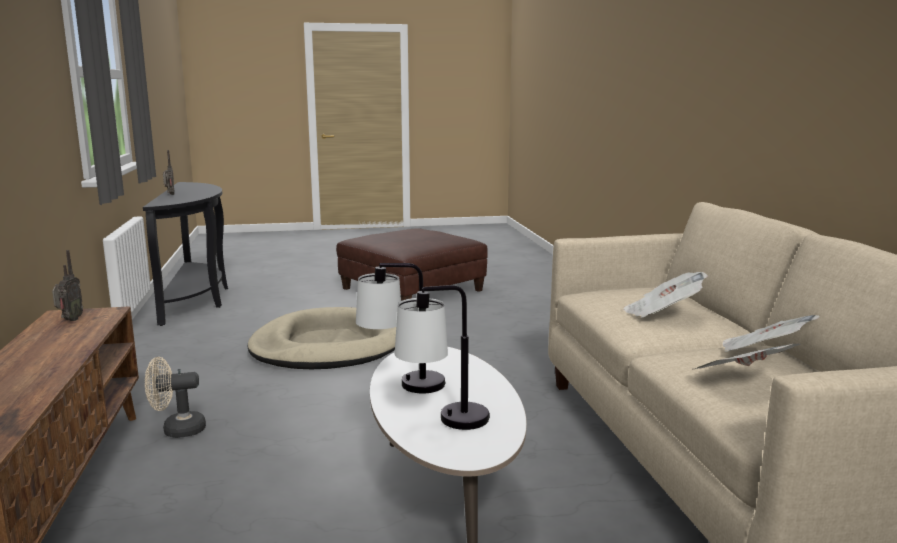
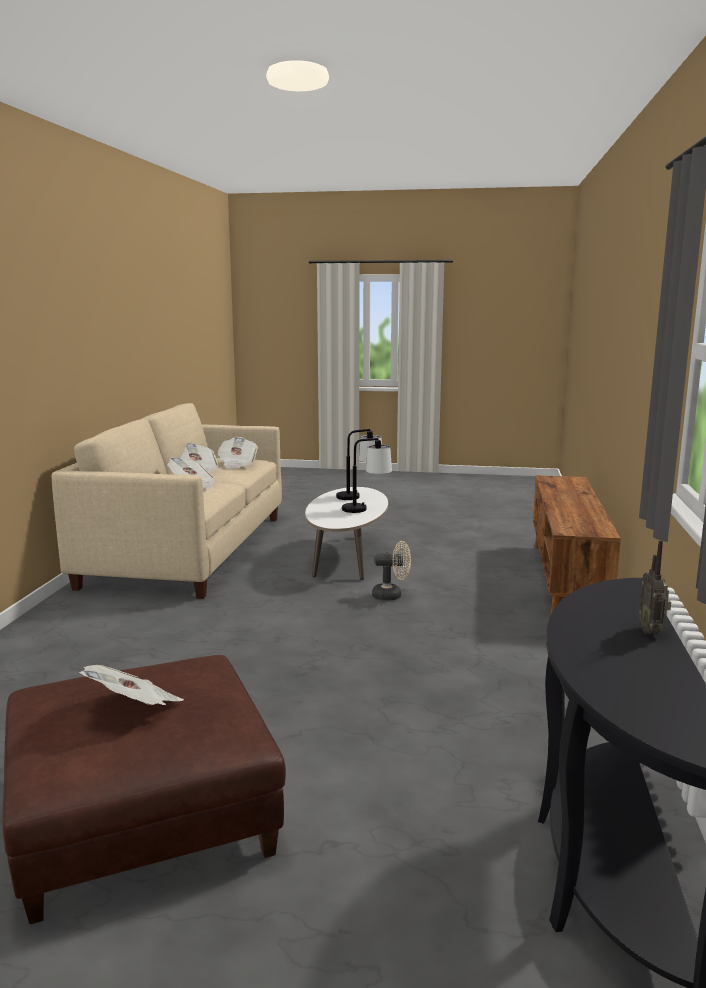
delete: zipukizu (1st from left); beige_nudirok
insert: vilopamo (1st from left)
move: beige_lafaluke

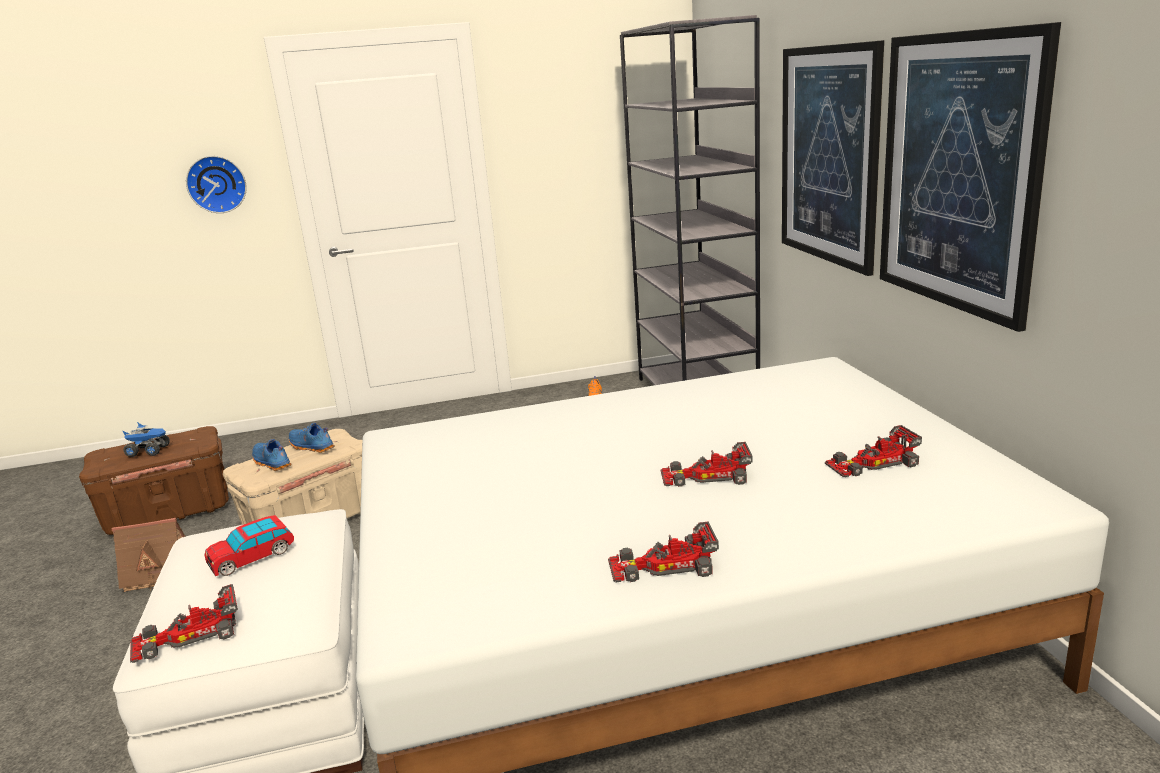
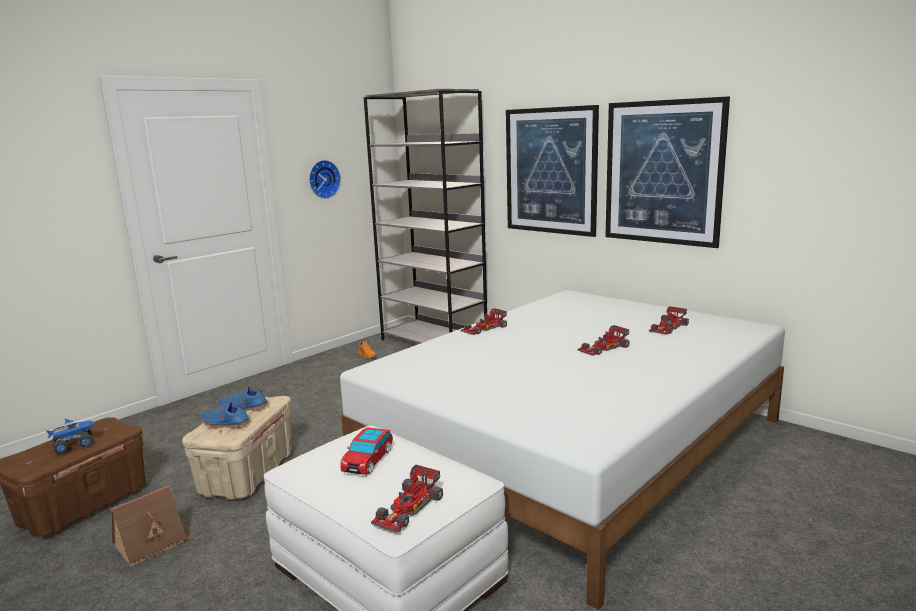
move: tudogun; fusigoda (3rd from left)

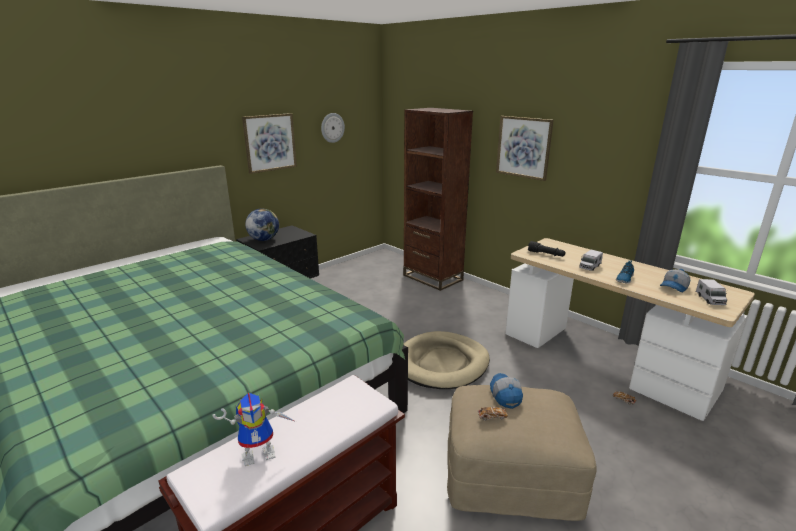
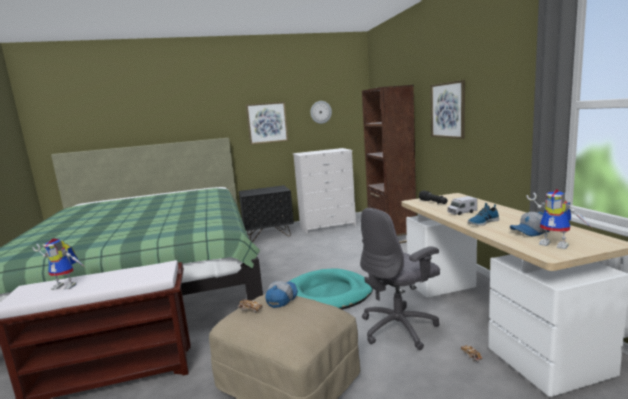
delete: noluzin
insert: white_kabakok; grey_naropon
replace: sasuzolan (2nd from left) to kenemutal (2nd from left)
recolor: beige_nudirok to turquoise_nudirok

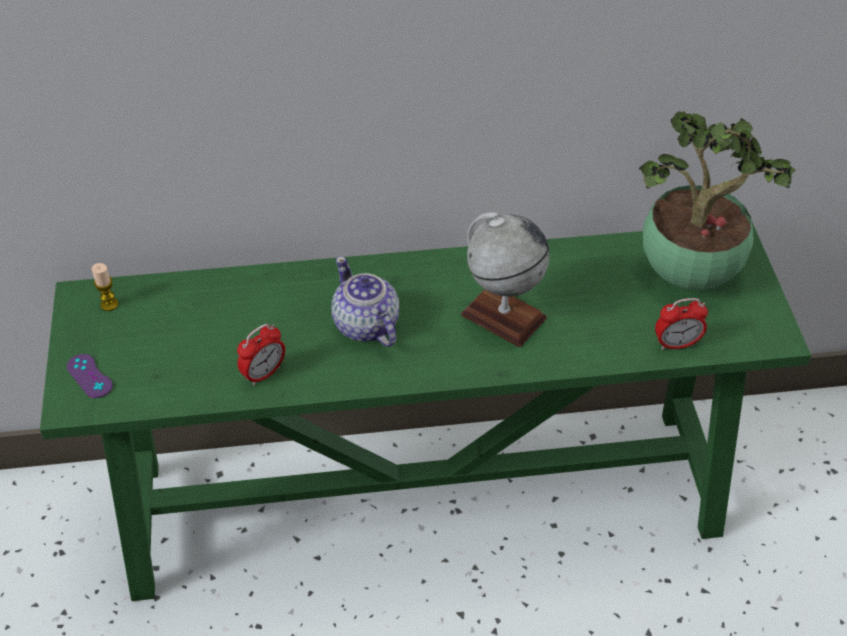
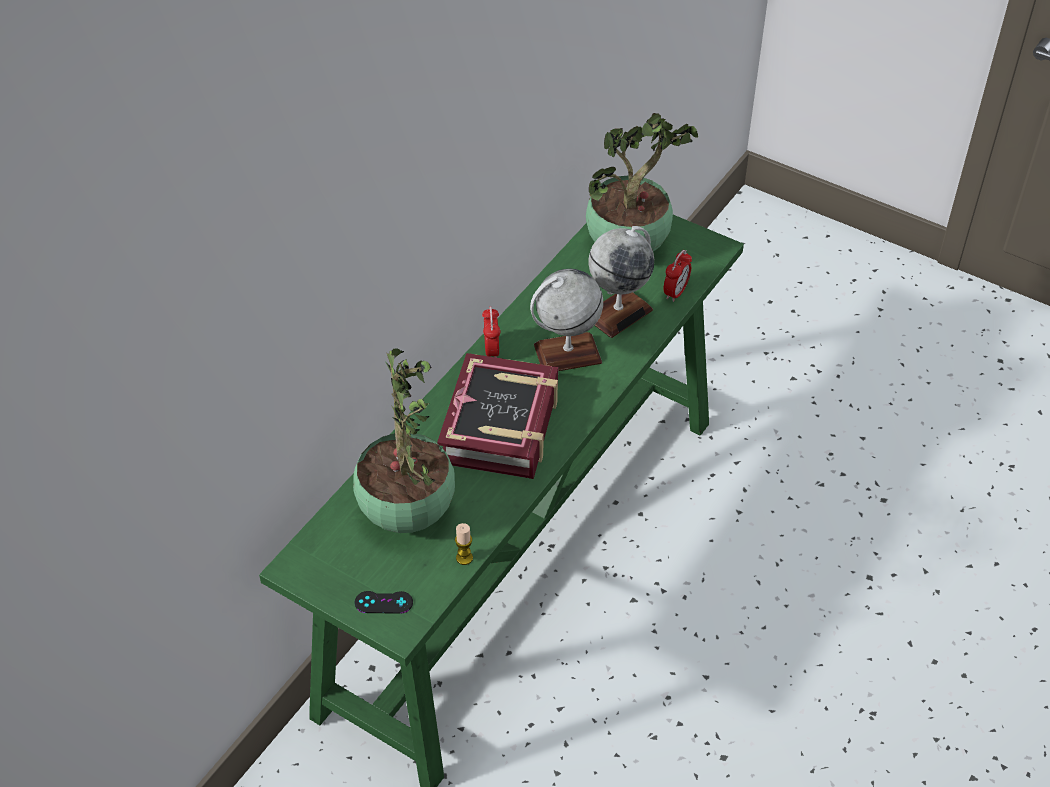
insert: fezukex (1st from left); noluzin (2nd from left)
move: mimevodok; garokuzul (1st from left)
replace: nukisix to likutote
recolor: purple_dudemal to black_dudemal

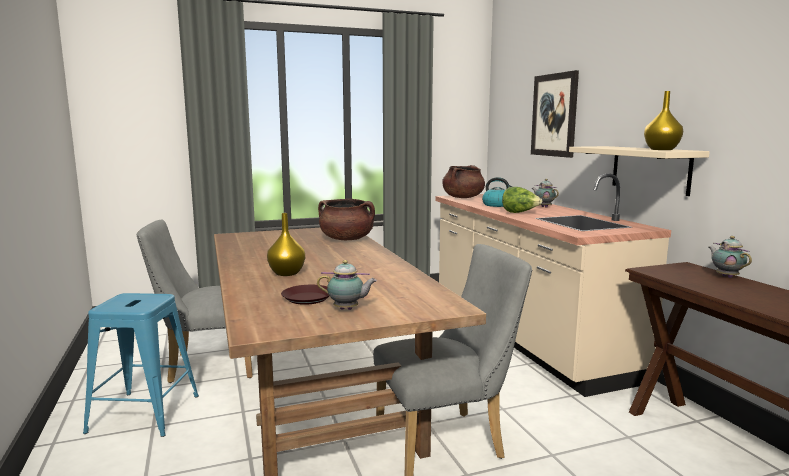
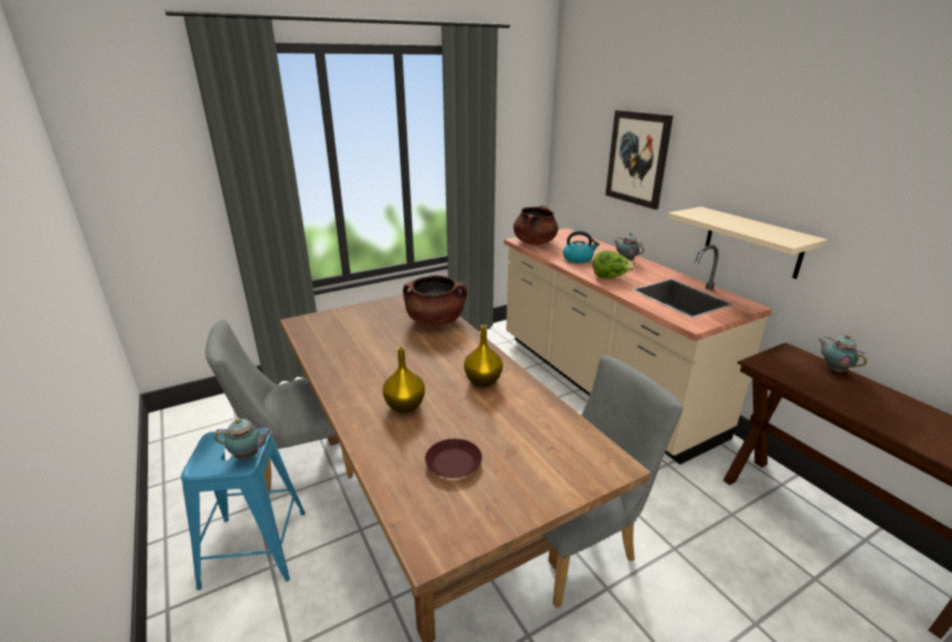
move: nukisix (1st from left); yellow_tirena (2nd from left)

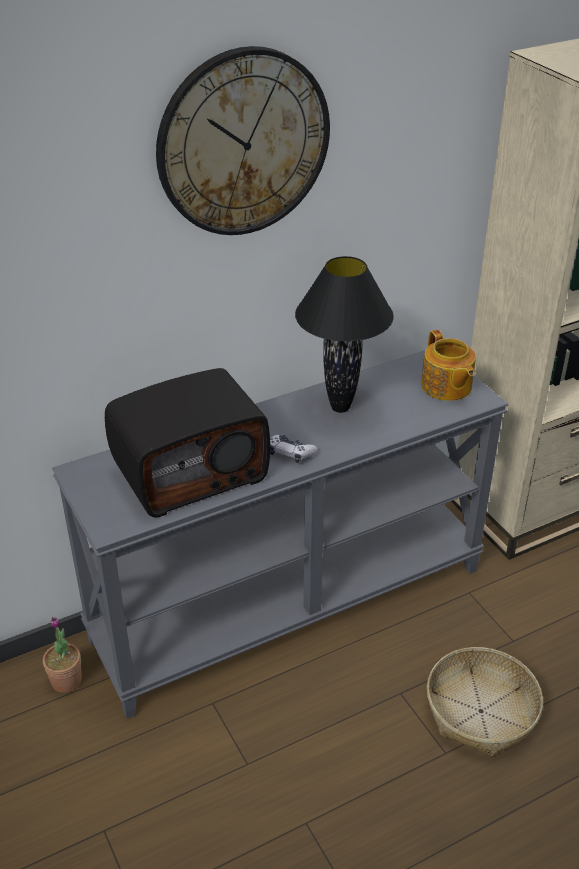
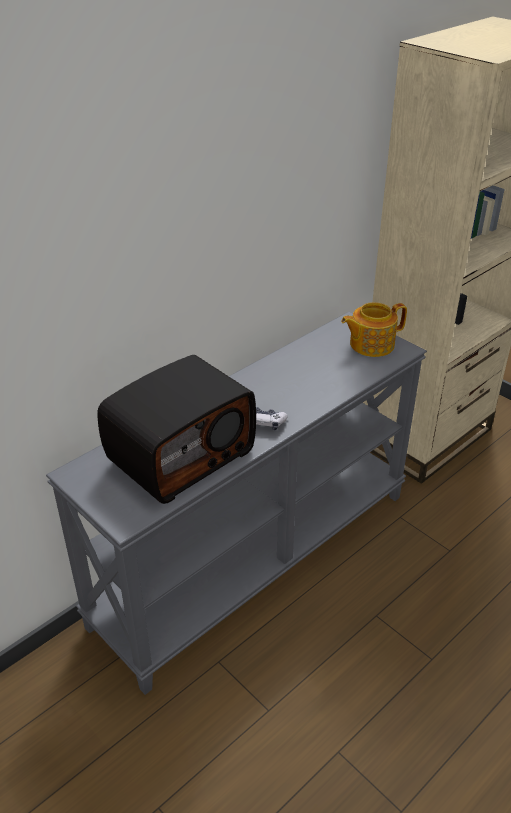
delete: fezukex; tudogun; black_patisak; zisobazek
rotate: nukisix 105 degrees clockwise

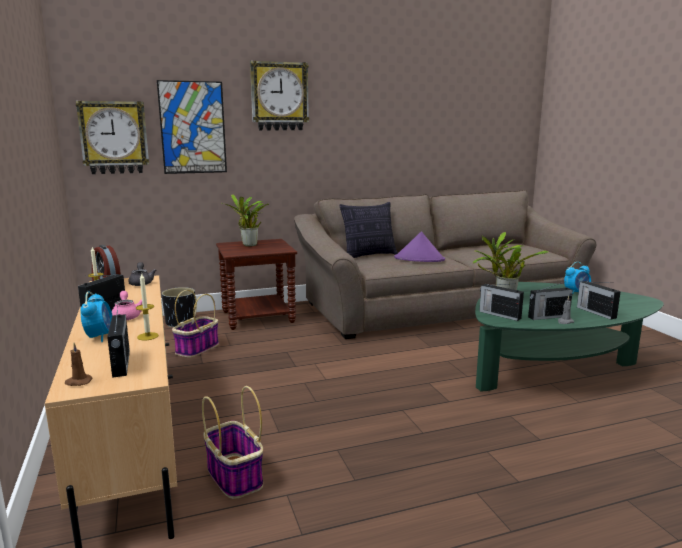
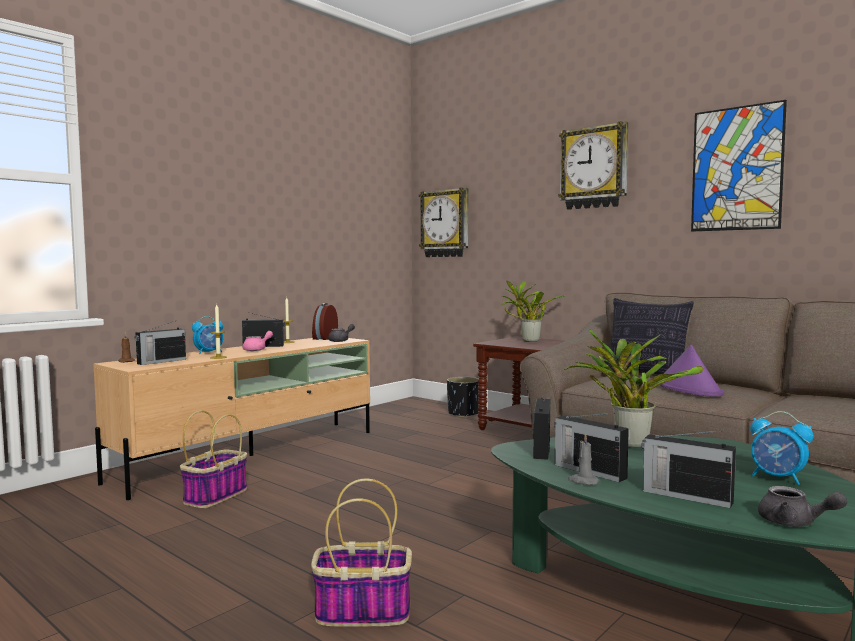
insert: grey_nukisix (2nd from left)
move: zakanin; zisobazek (1st from left in the first image) to zisobazek (2nd from left)
rotate: zipukizu (5th from left) 90 degrees counterclockwise

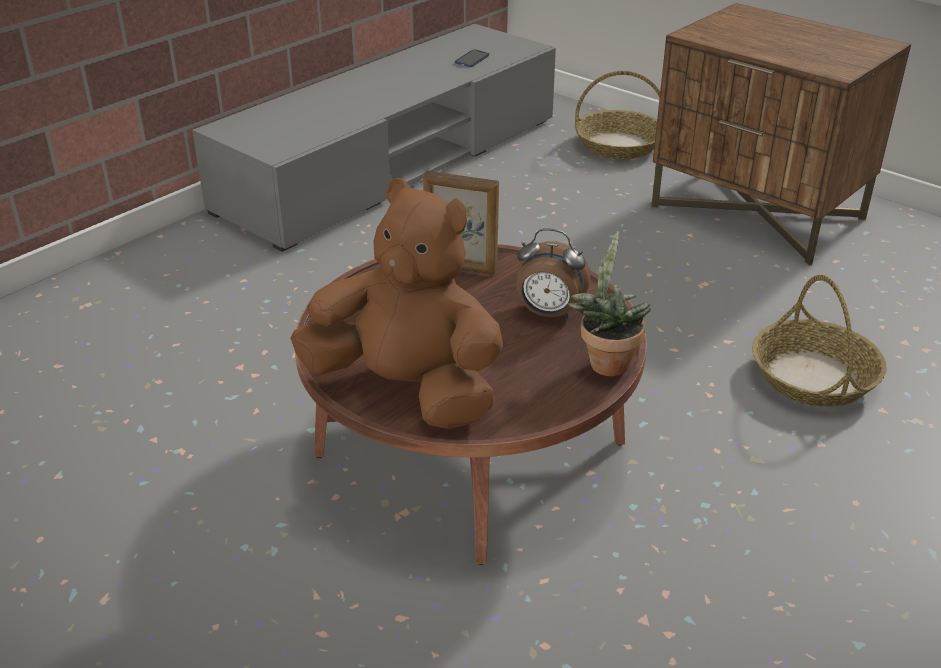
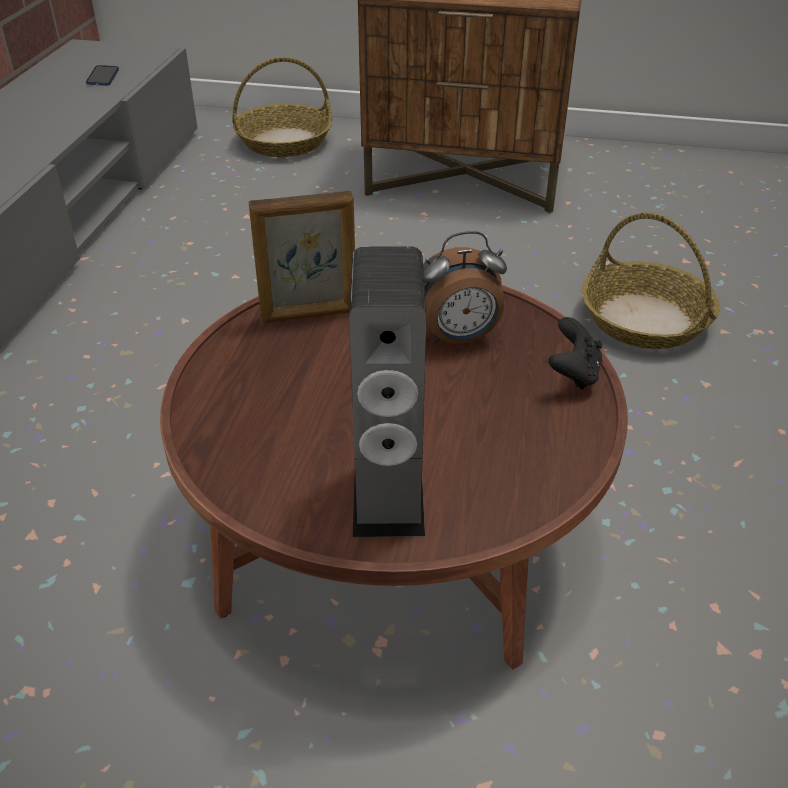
replace: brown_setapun to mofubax; fezukex to black_dudemal

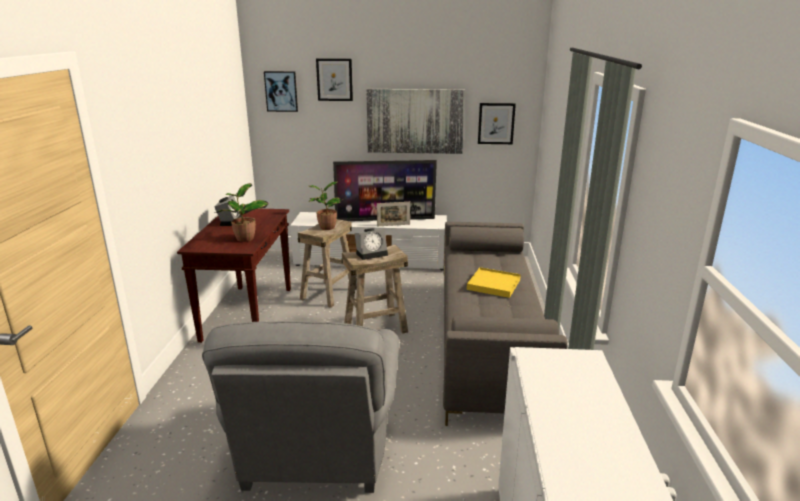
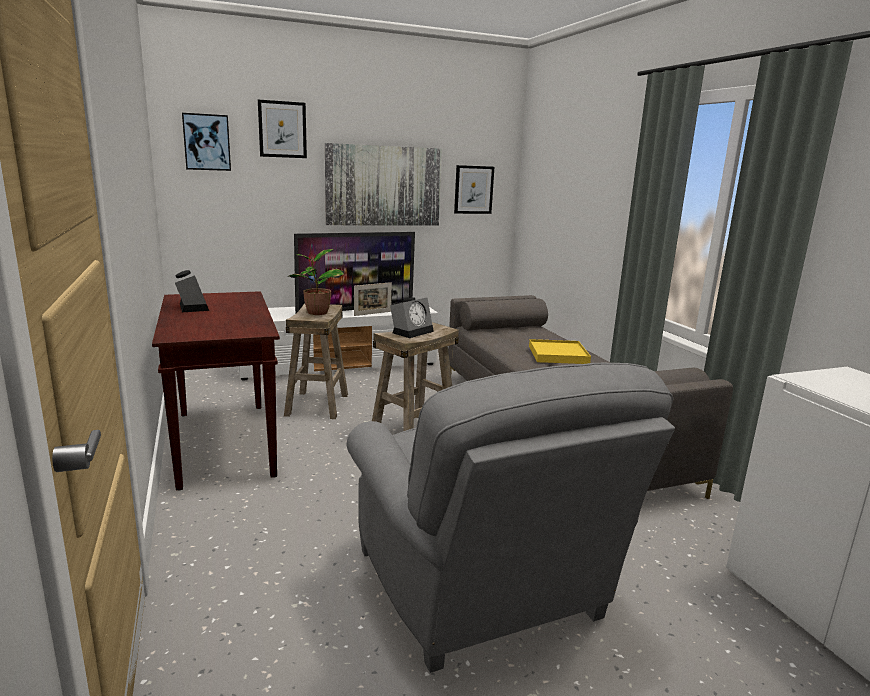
delete: fezukex (1st from left)

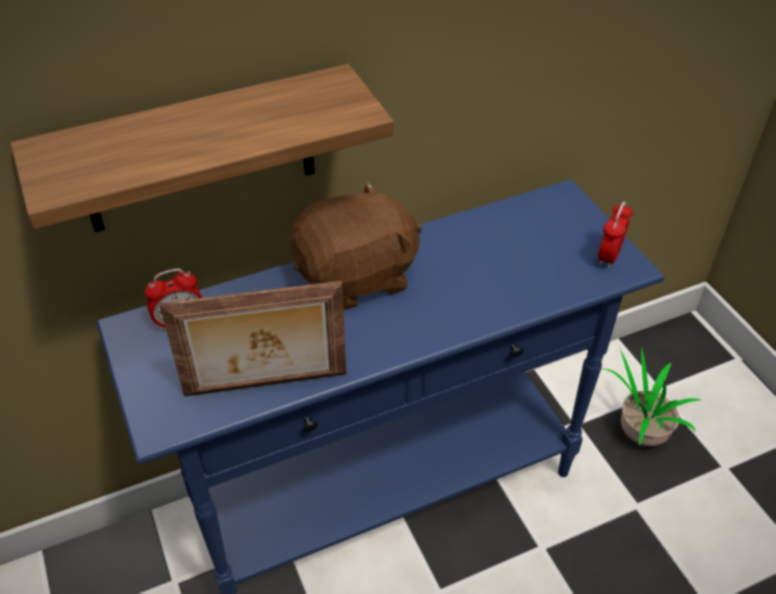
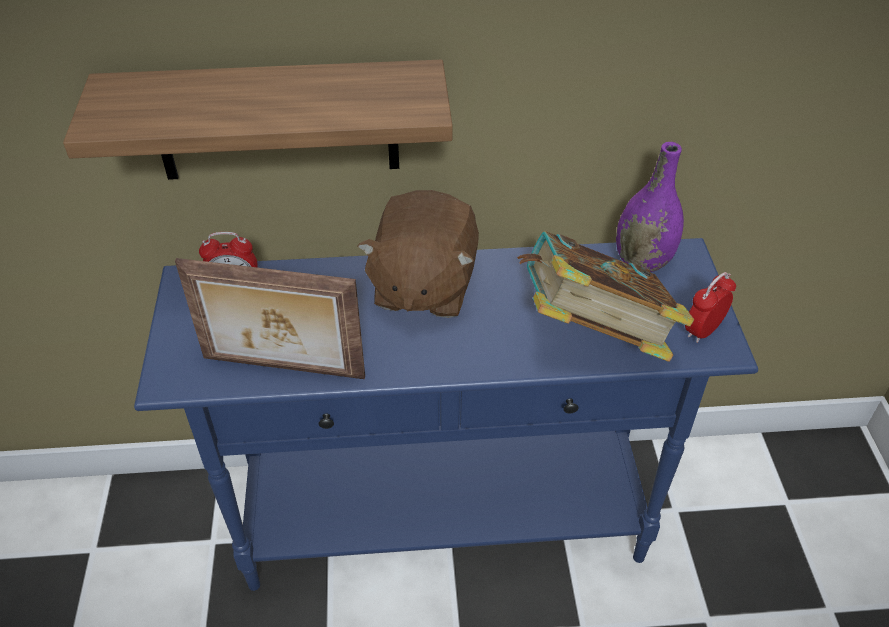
delete: fezukex
insert: likutote; purple_tirena
rotate: brown_setapun 105 degrees clockwise

